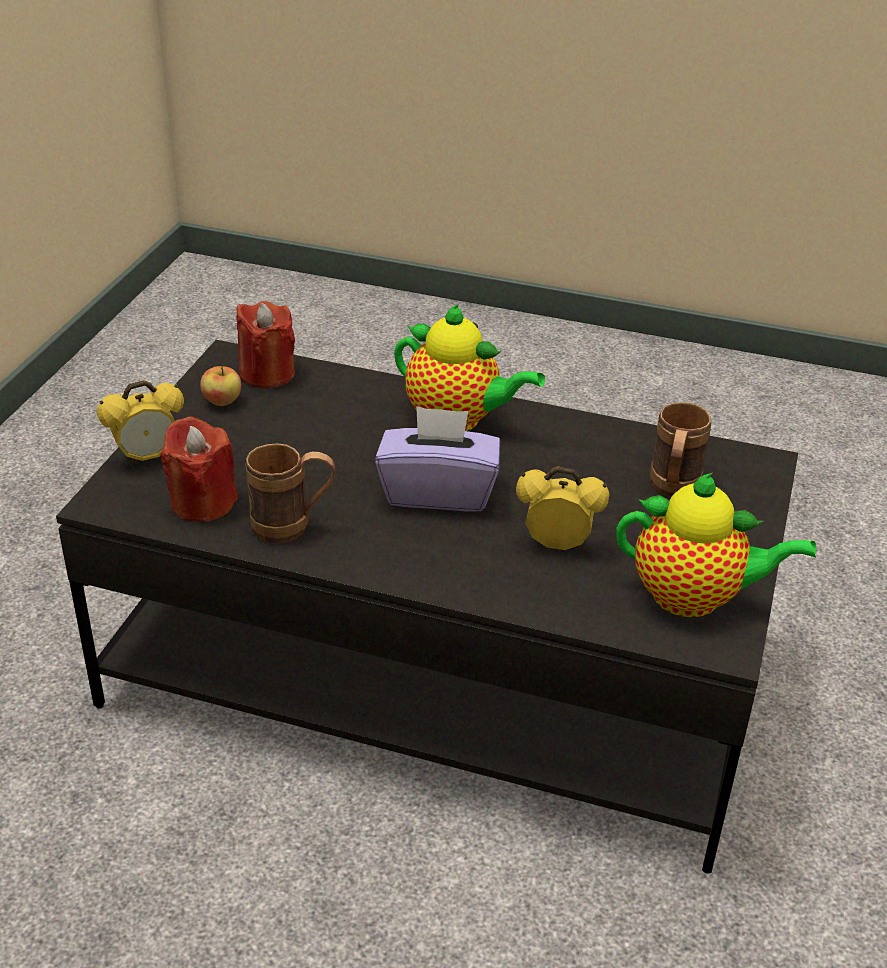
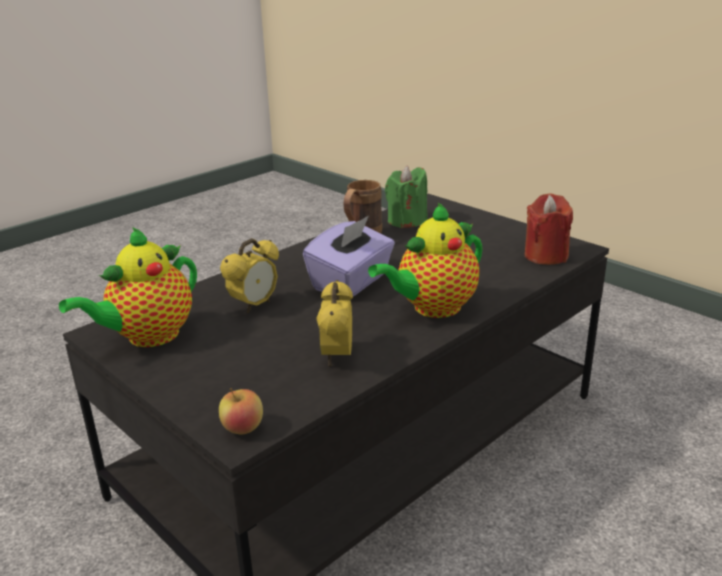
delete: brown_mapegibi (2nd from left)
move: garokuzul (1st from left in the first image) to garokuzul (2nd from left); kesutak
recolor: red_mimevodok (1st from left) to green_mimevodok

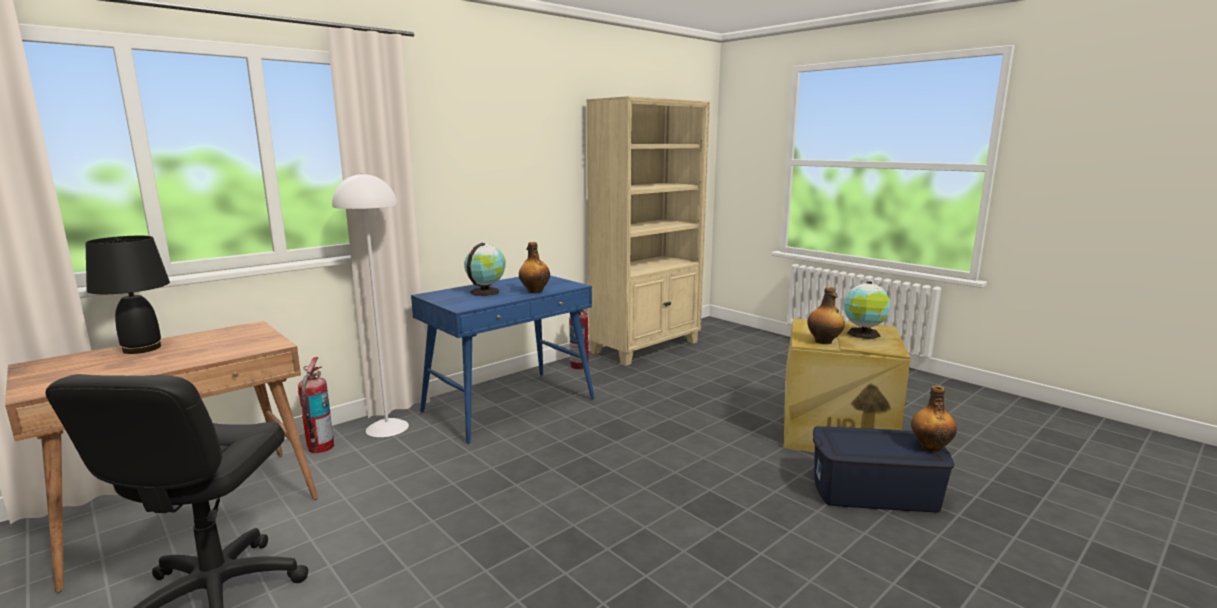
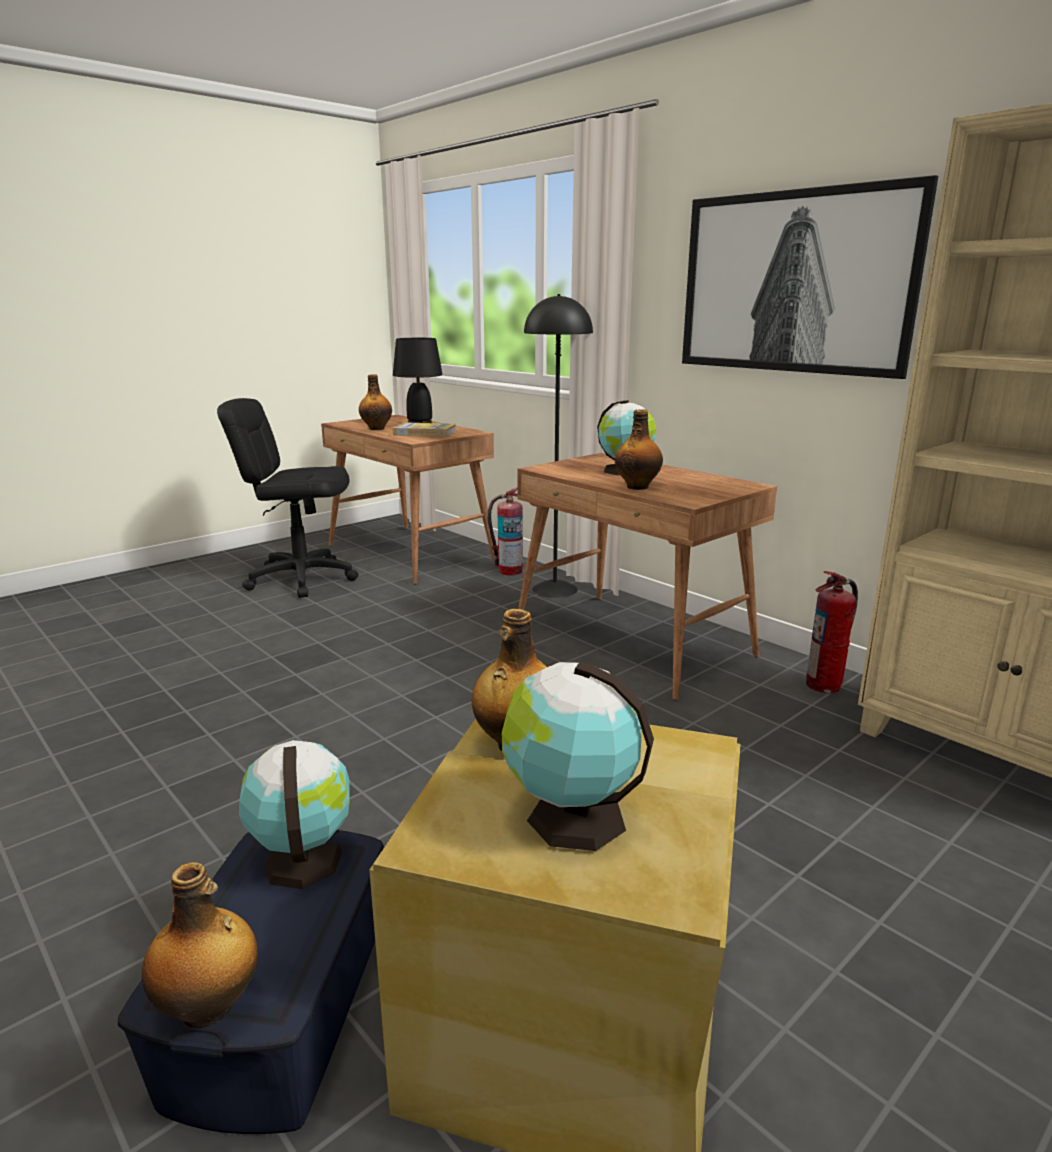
insert: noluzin (1st from left); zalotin (2nd from left); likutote; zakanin
recolor: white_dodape to black_dodape; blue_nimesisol to brown_nimesisol (2nd from left)

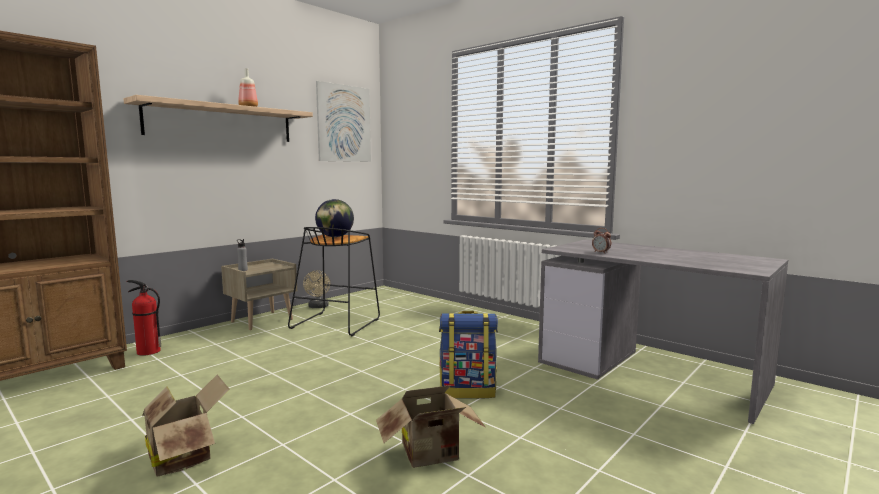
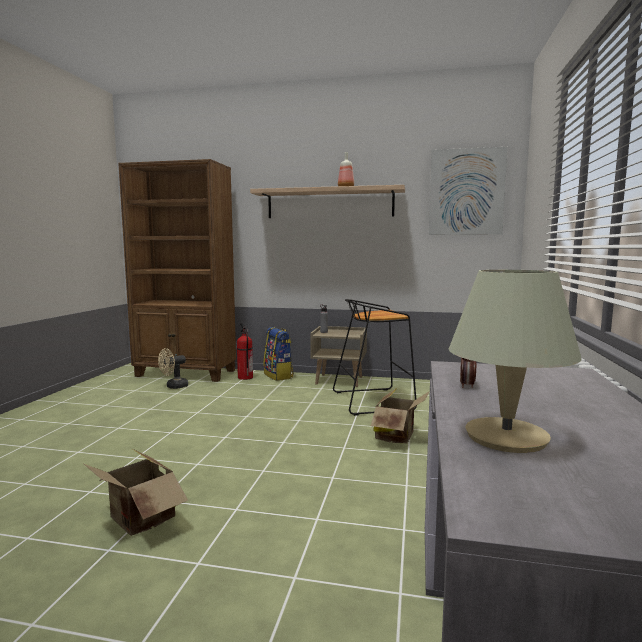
delete: noluzin
insert: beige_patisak
move: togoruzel (1st from left in the first image) to togoruzel (2nd from left); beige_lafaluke; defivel

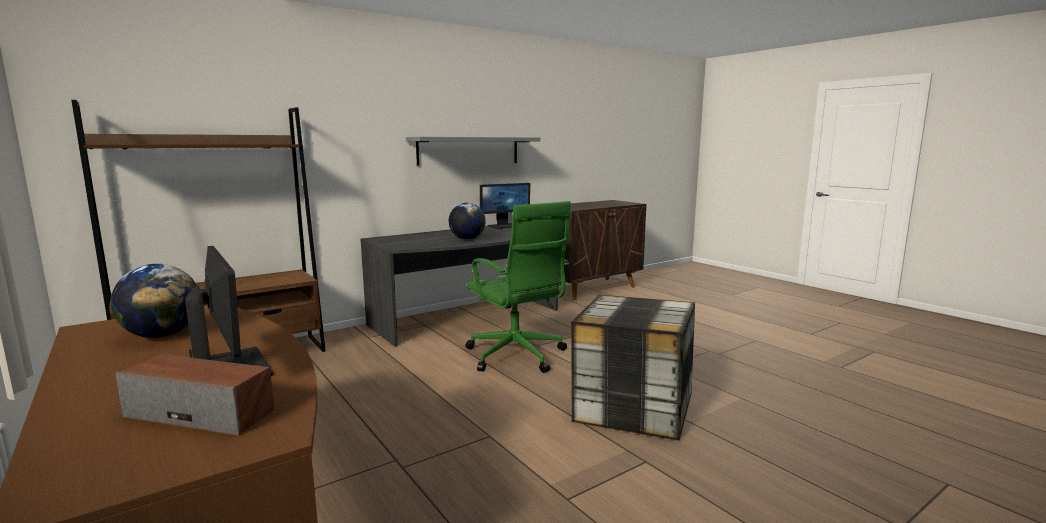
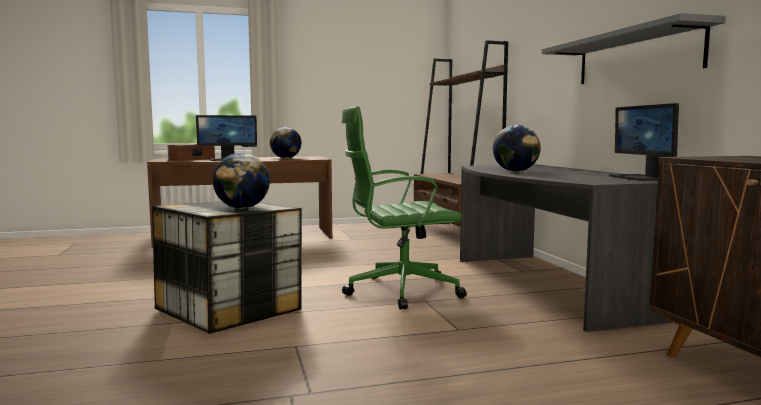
insert: noluzin (1st from left)

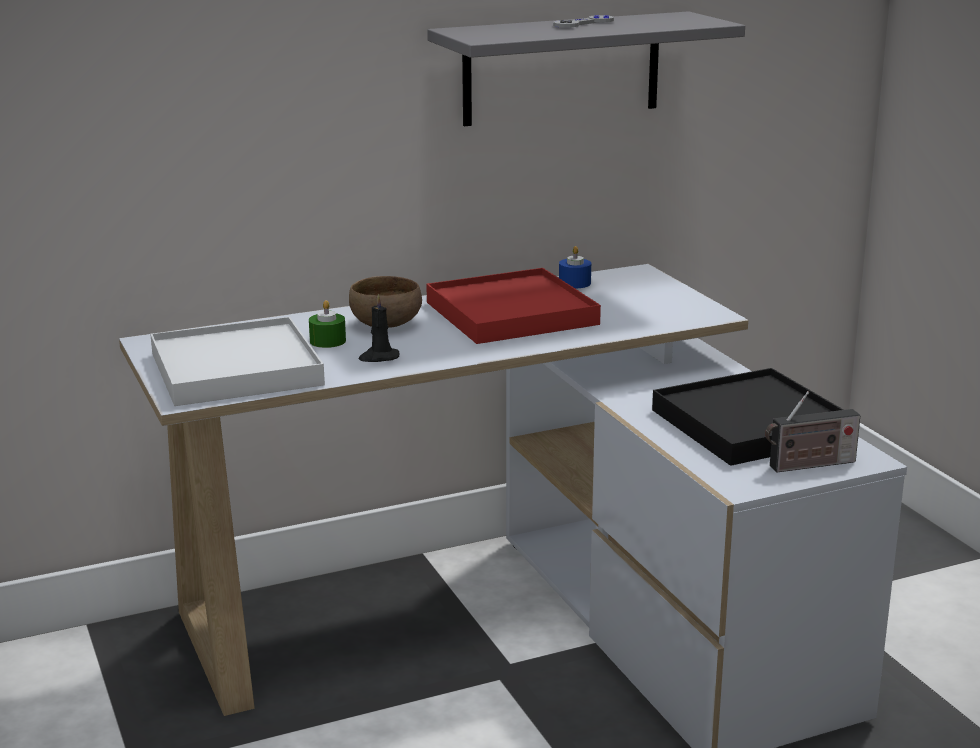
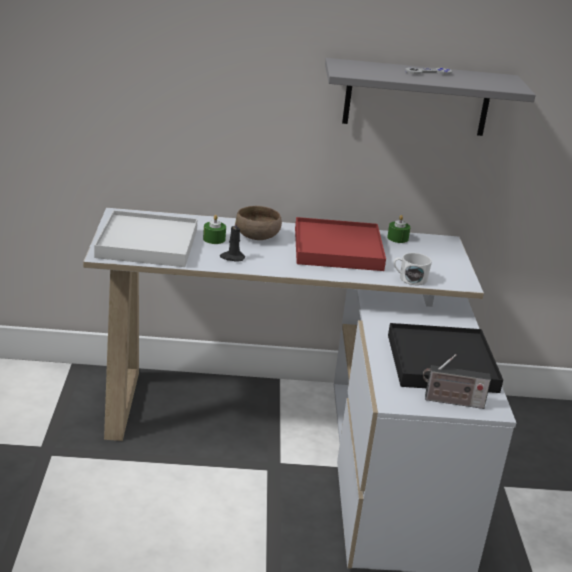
insert: white_mapegibi
recolor: blue_mimevodok to green_mimevodok (2nd from left)

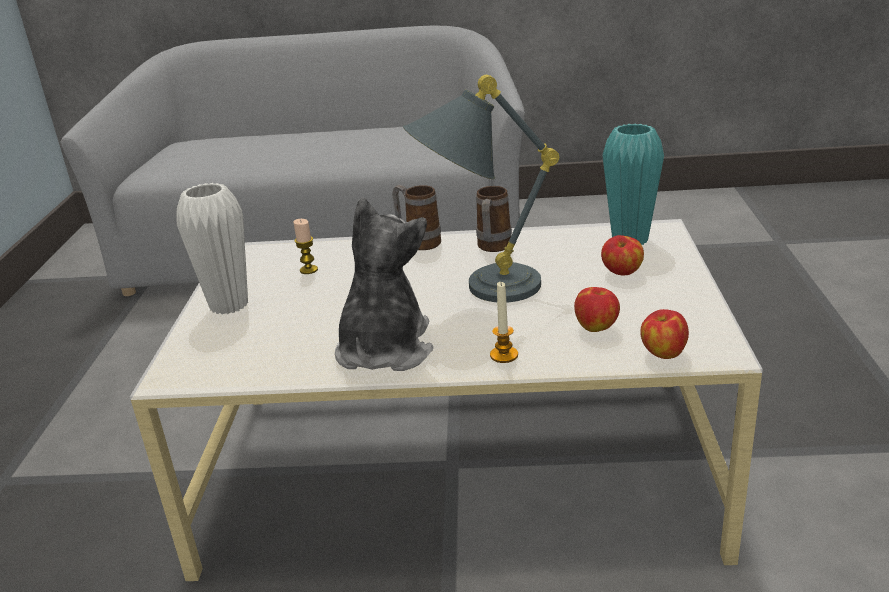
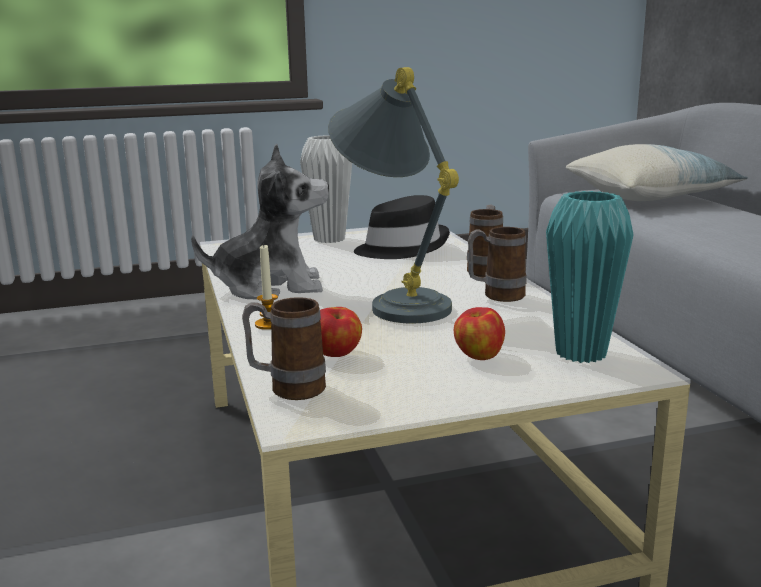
insert: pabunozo
replace: mimevodok (1st from left) to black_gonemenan; kesutak (3rd from left) to mapegibi (1st from left)

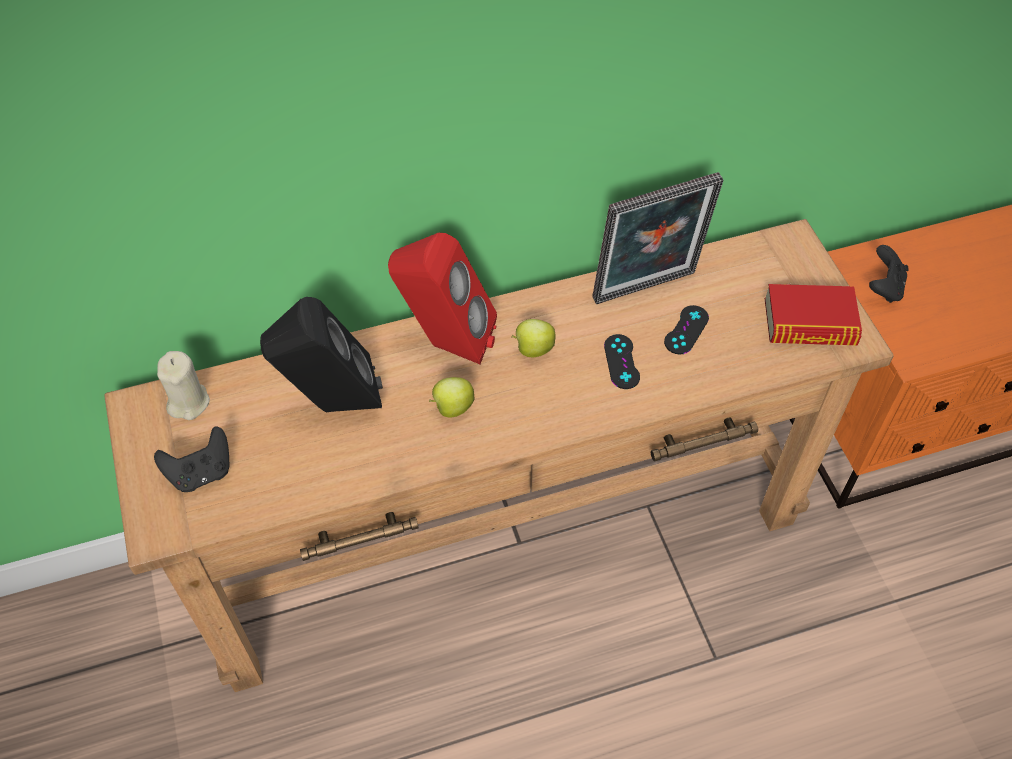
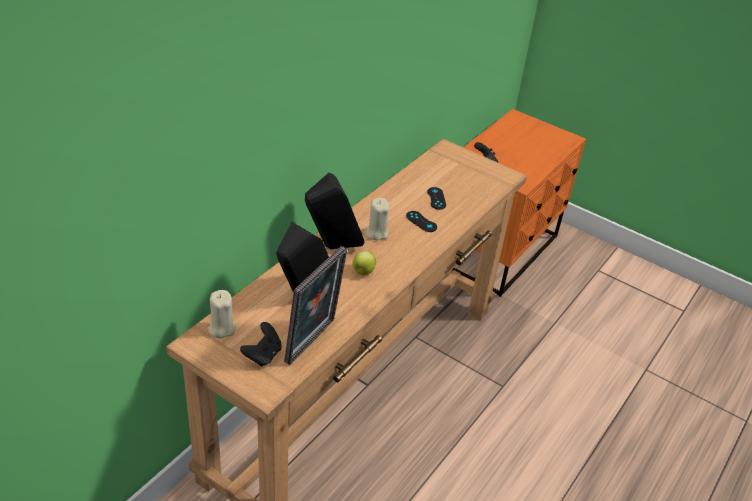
delete: likutote
move: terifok
replace: kesutak (2nd from left) to beige_mimevodok (2nd from left)
recolor: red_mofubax to black_mofubax (2nd from left)

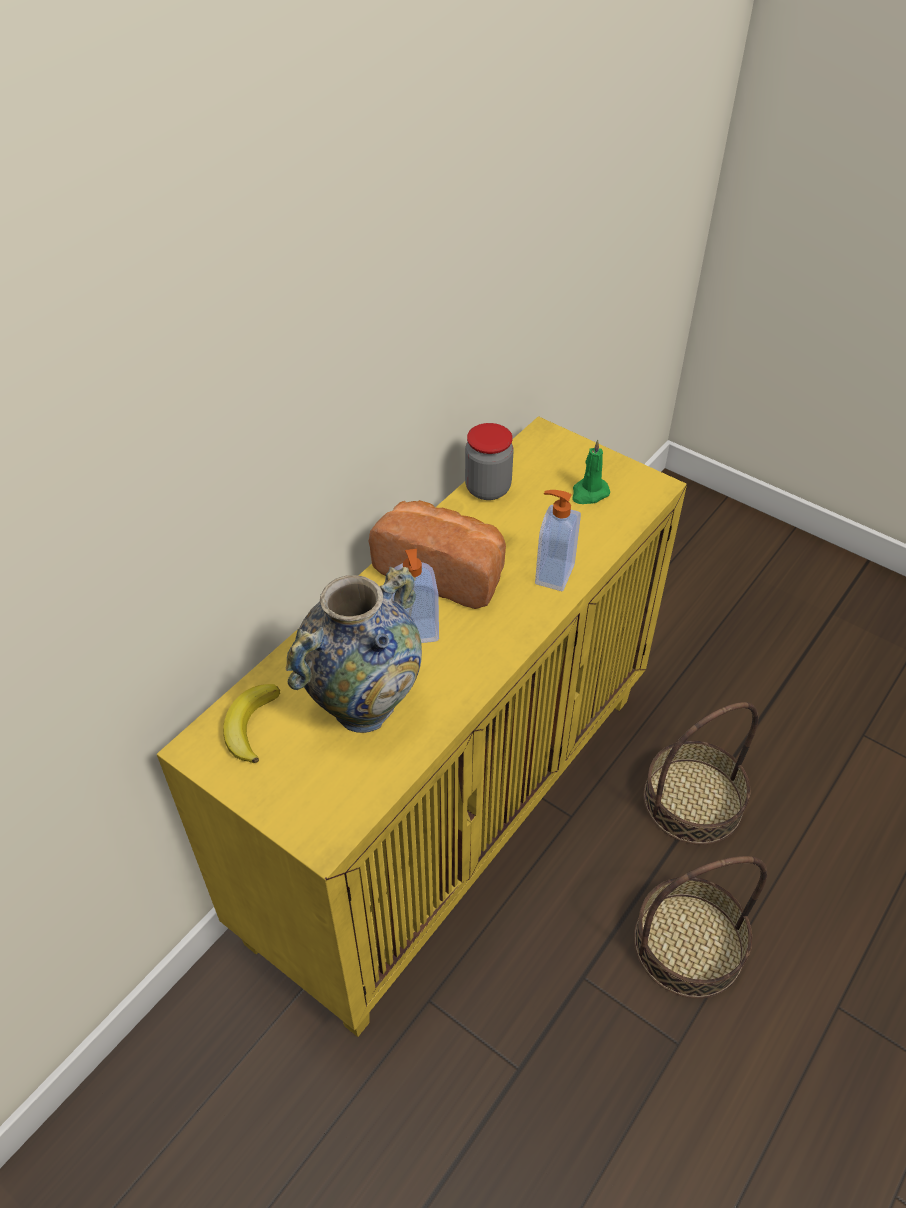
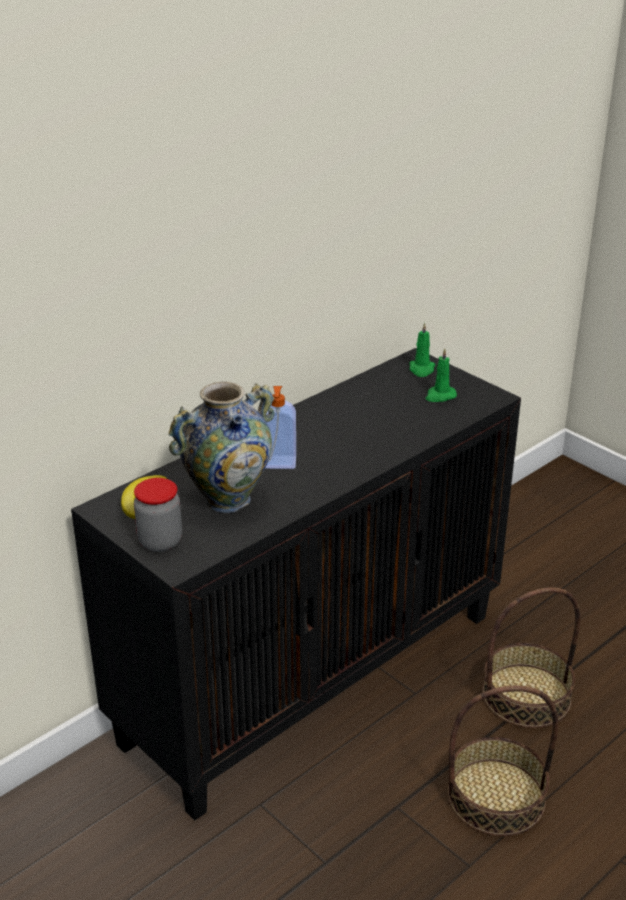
delete: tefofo; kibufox (2nd from left)
insert: green_mimevodok (1st from left)
move: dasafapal
recolor: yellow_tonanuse to black_tonanuse

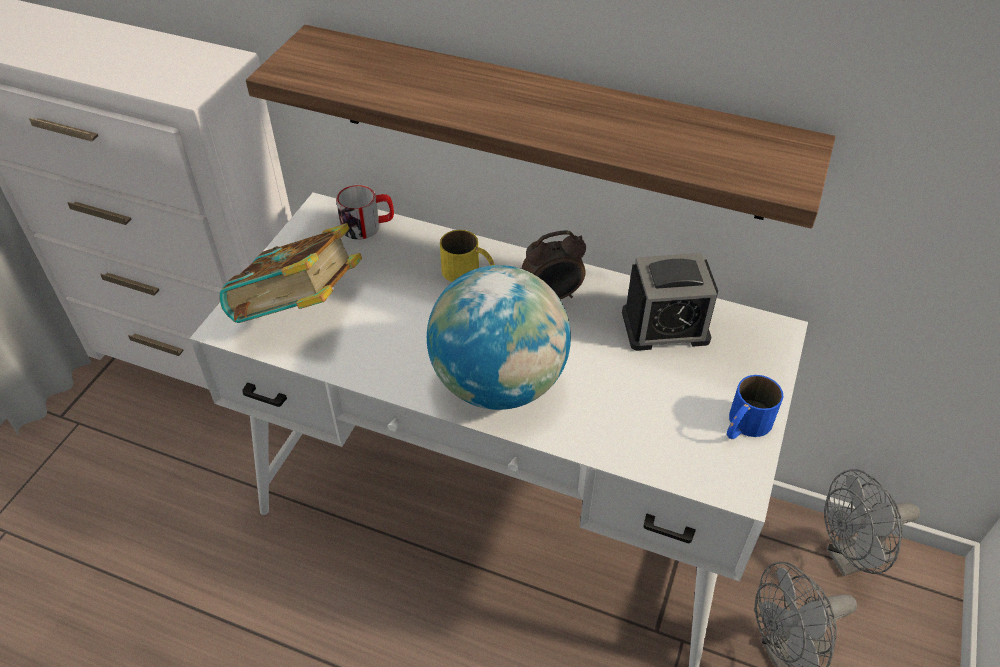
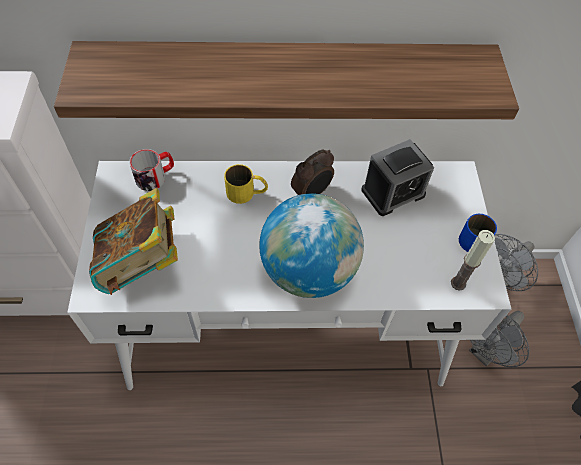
insert: mimevodok

